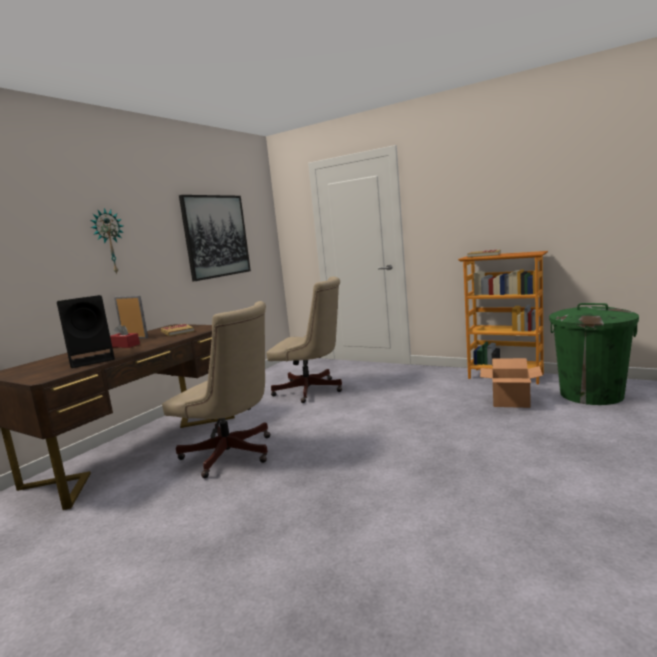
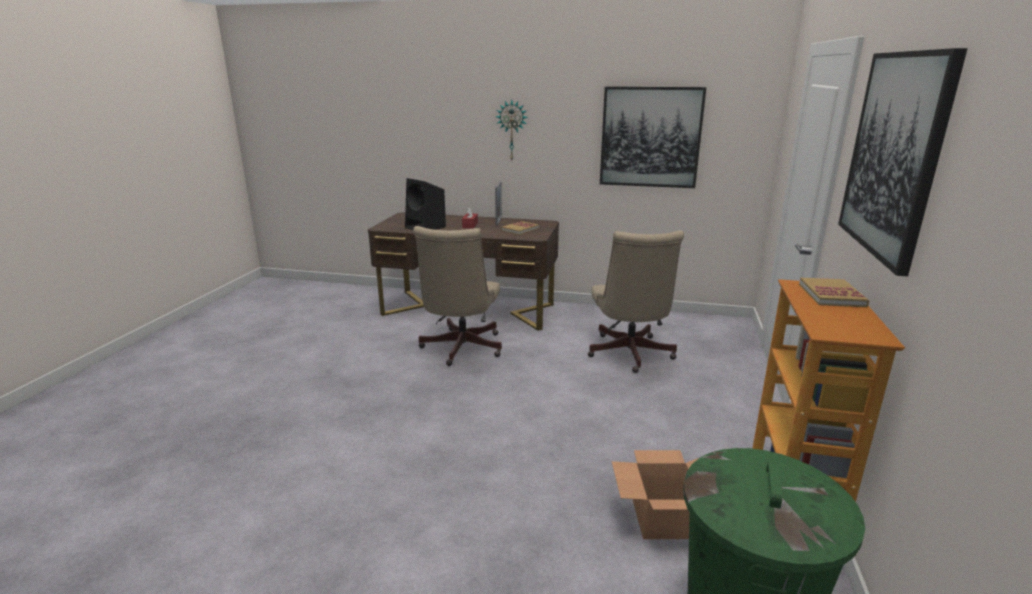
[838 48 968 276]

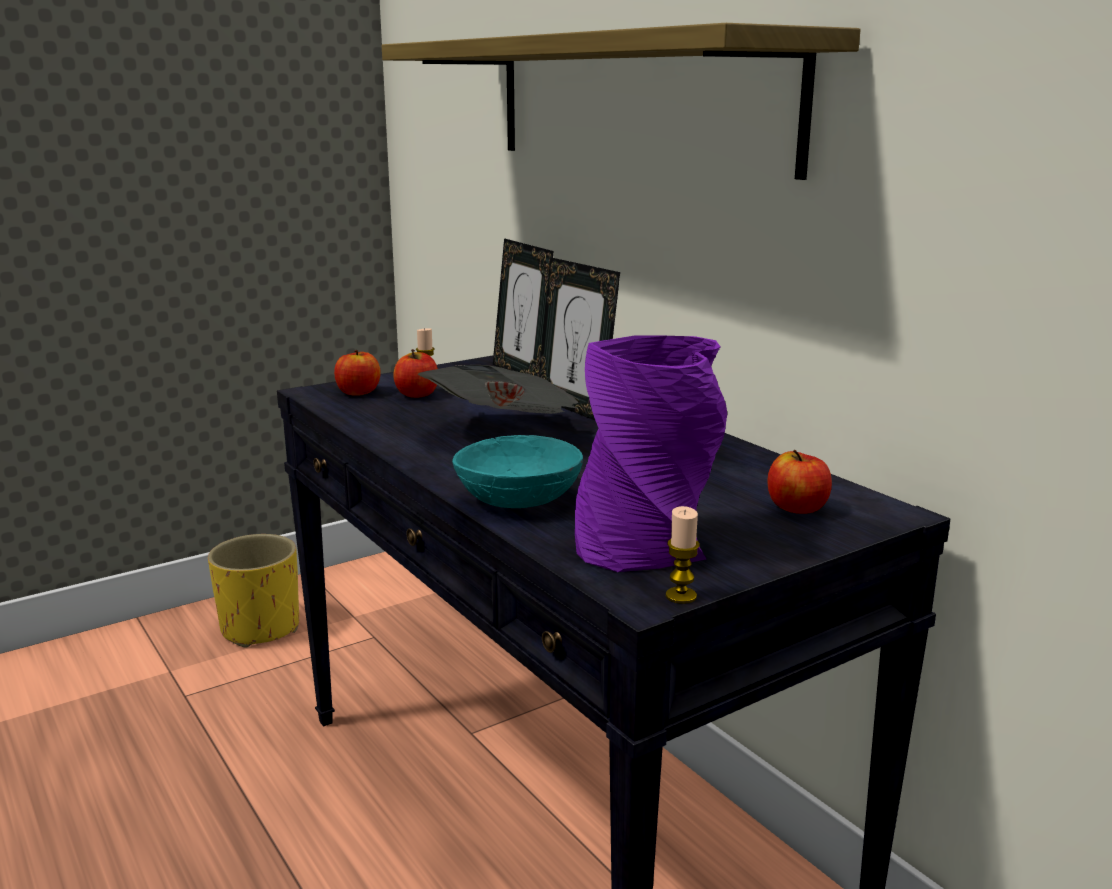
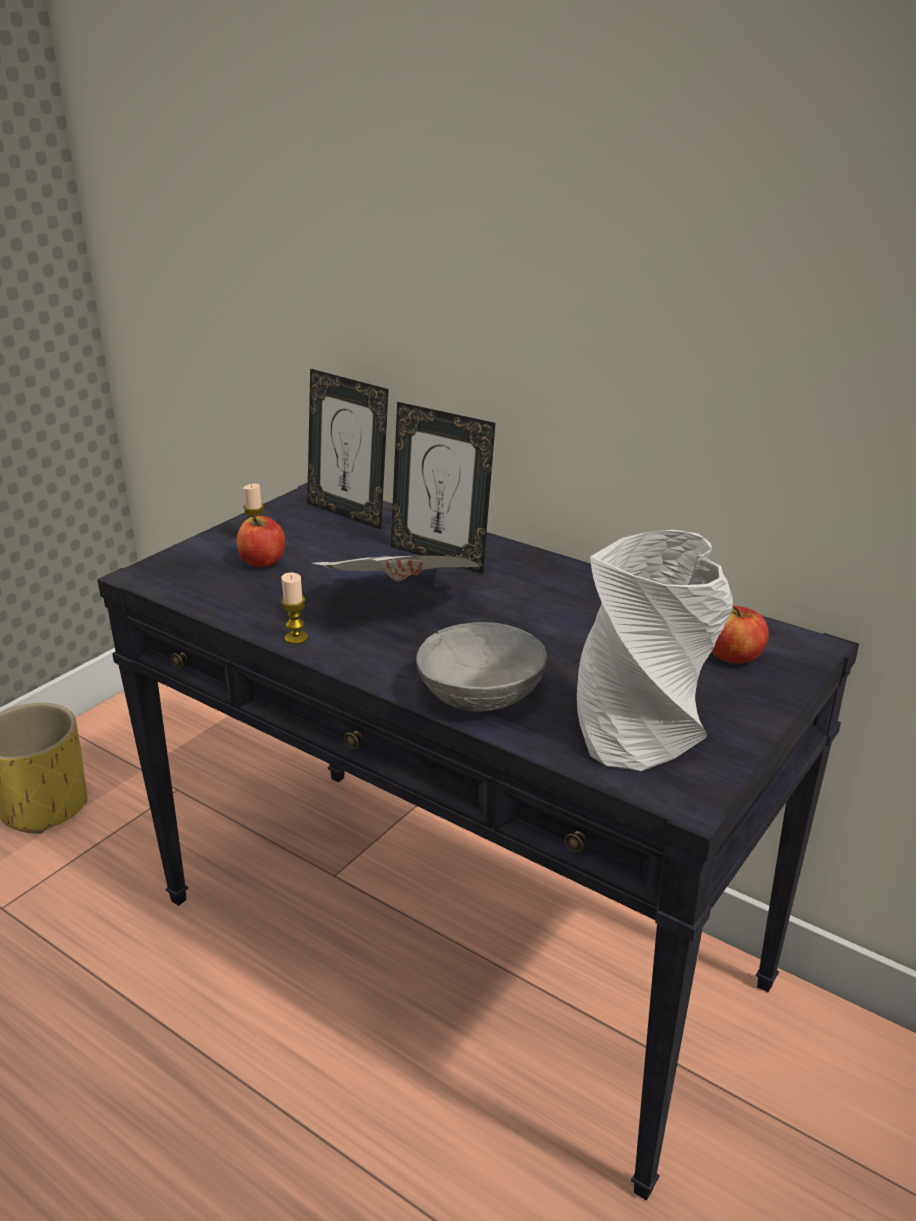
[382 23 860 180] (first image)
[577 530 733 771]
[334 350 381 396] (first image)
[416 622 547 712]
[281 572 308 644]

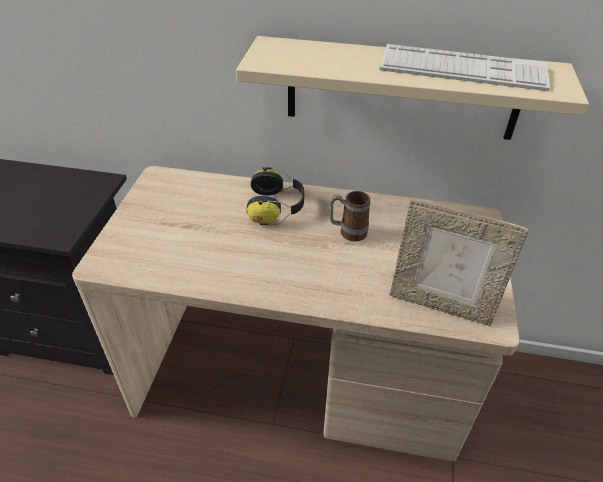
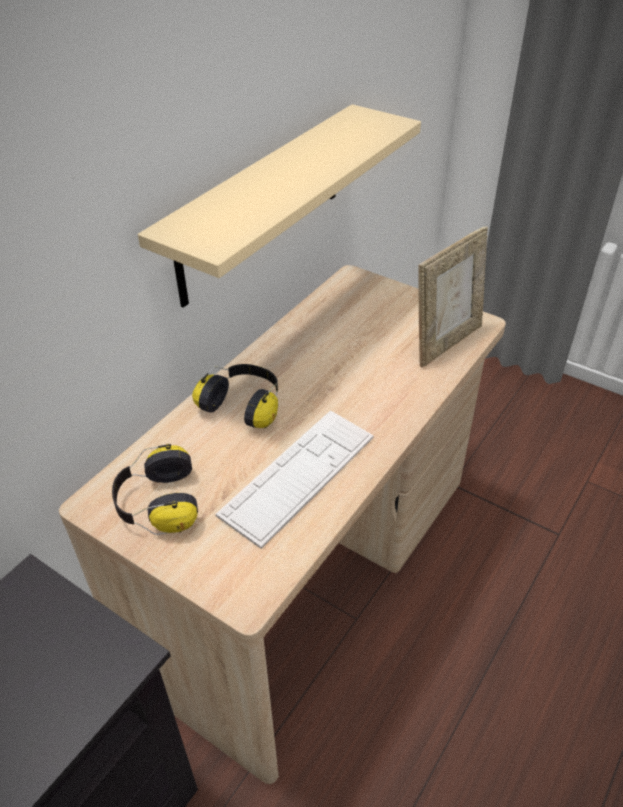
[216 410 374 549]
[330 191 370 242] (first image)
[112 444 198 535]

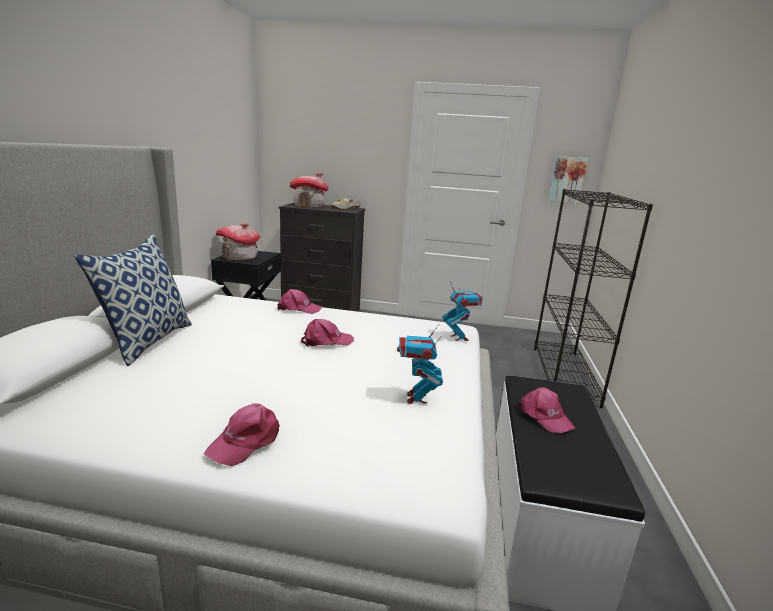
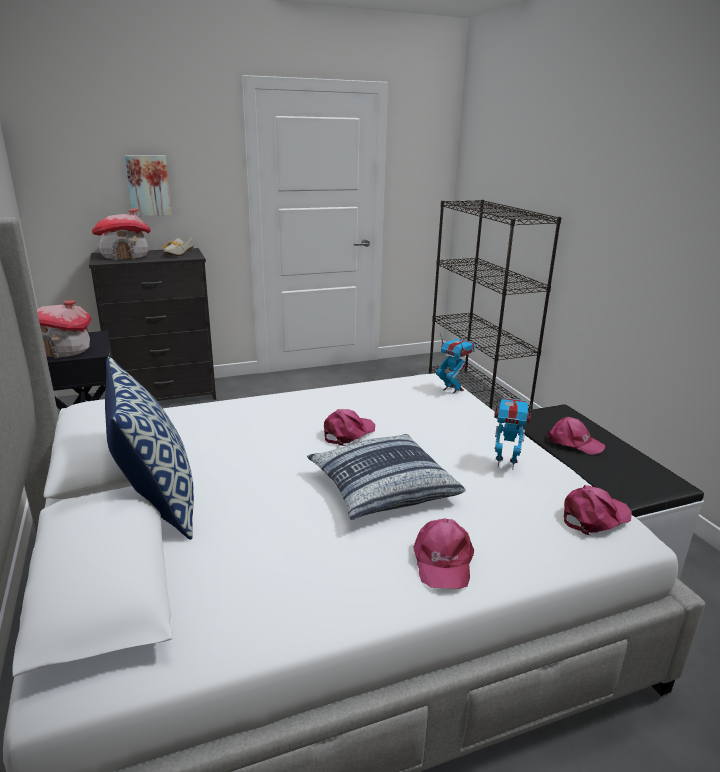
[125 155 172 216]
[564 485 632 536]
[494 398 532 470]
[307 434 466 520]

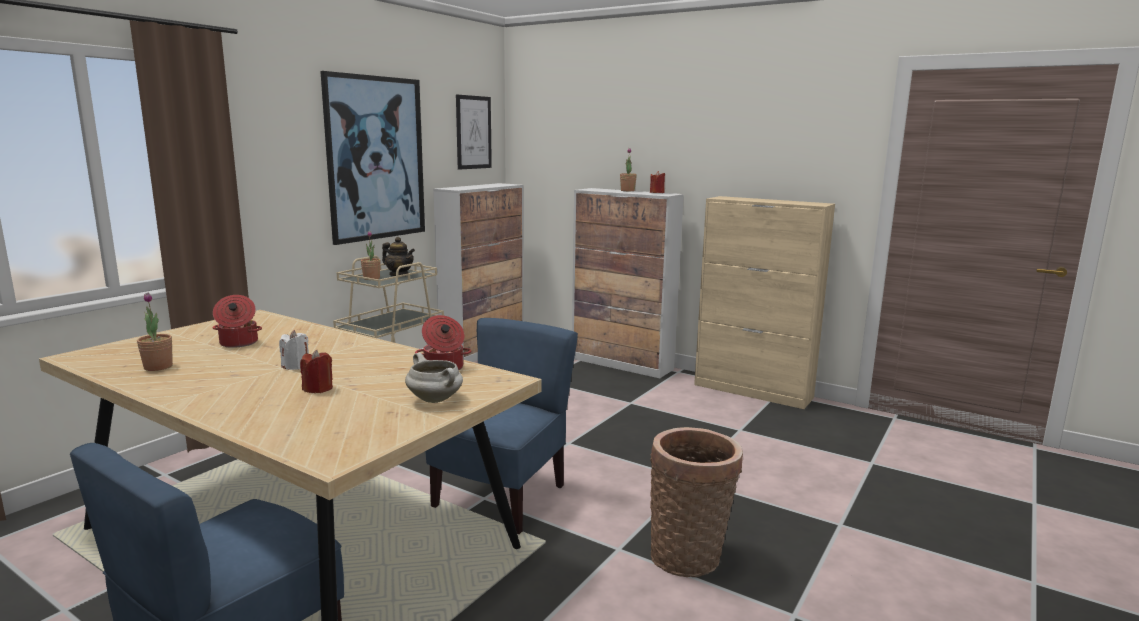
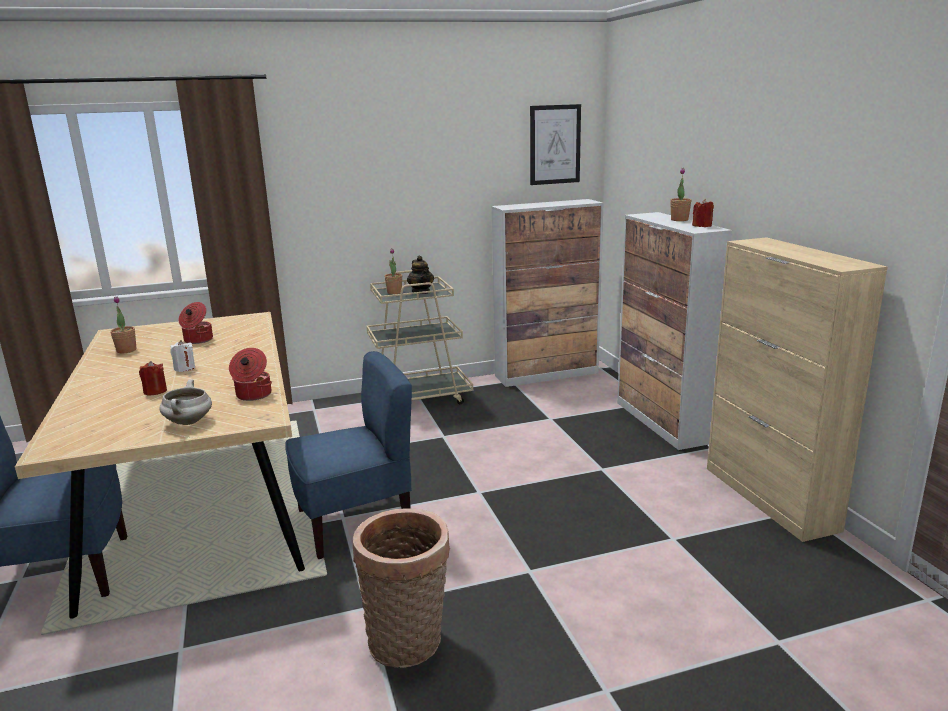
[320 71 425 245] (first image)

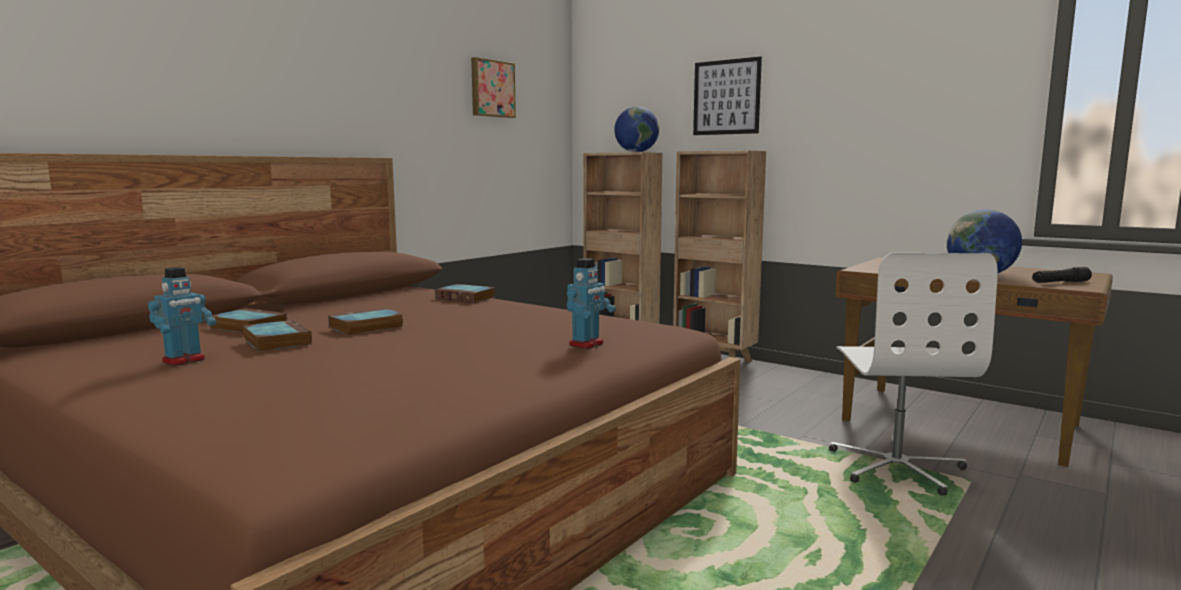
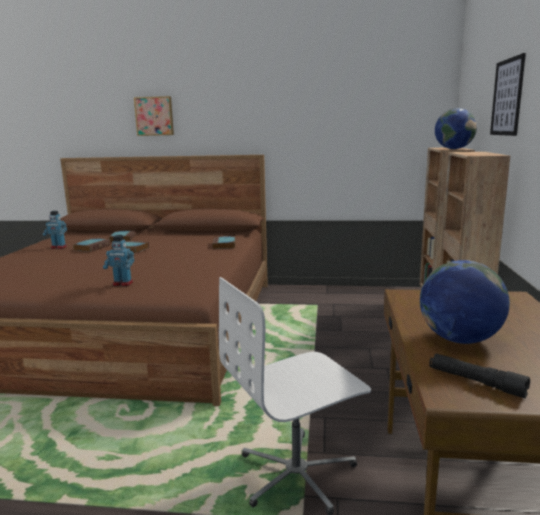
[134 96 174 136]

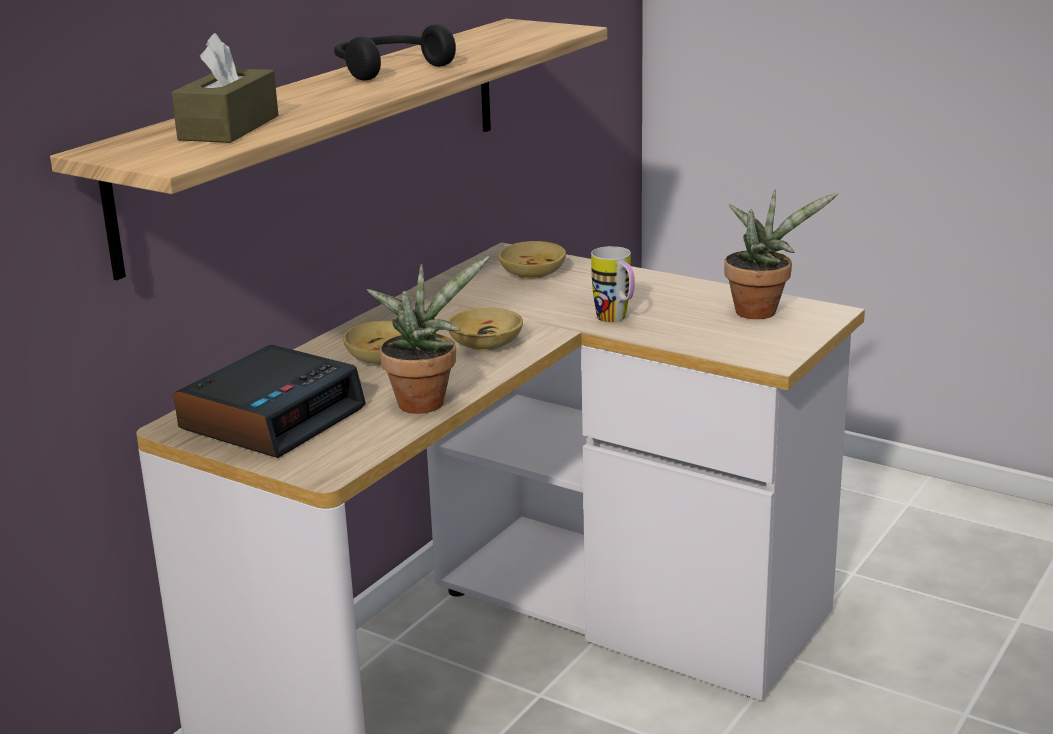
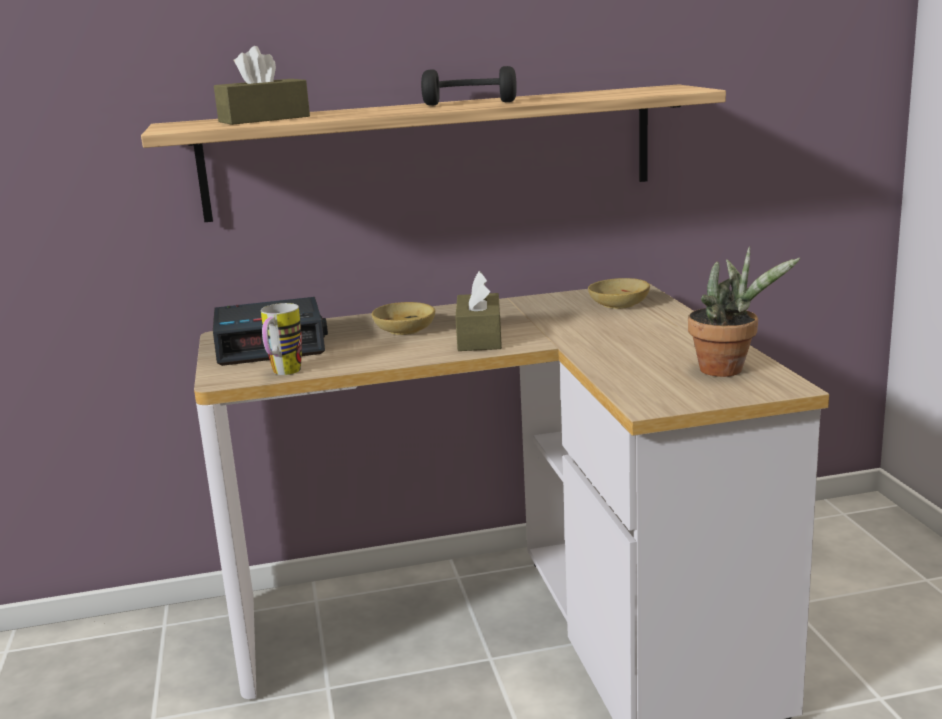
[261 303 302 375]
[367 256 490 414] (first image)
[455 271 502 351]

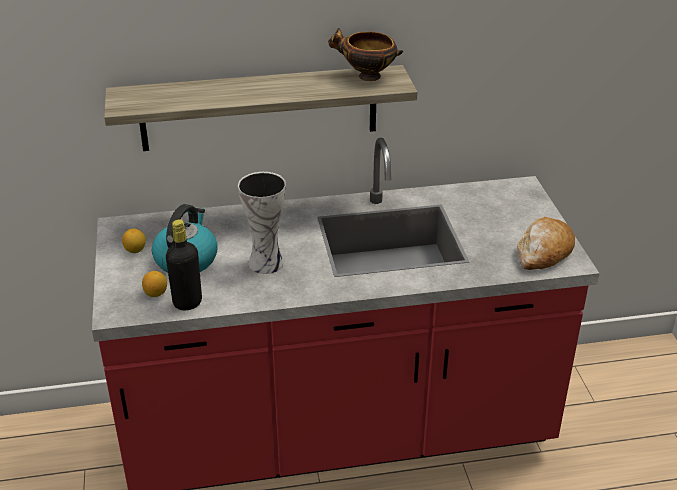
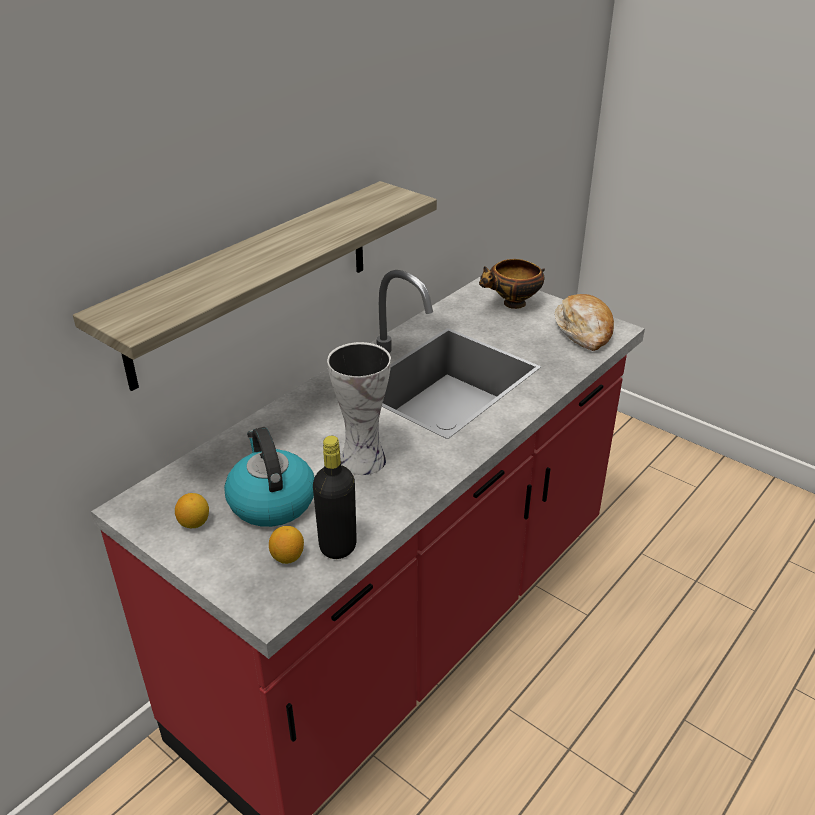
[479 259 545 309]

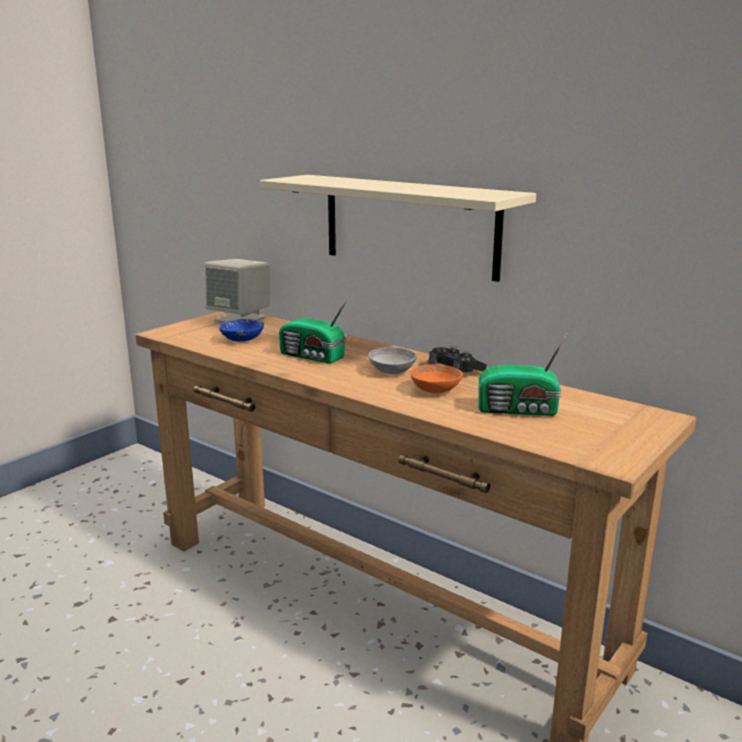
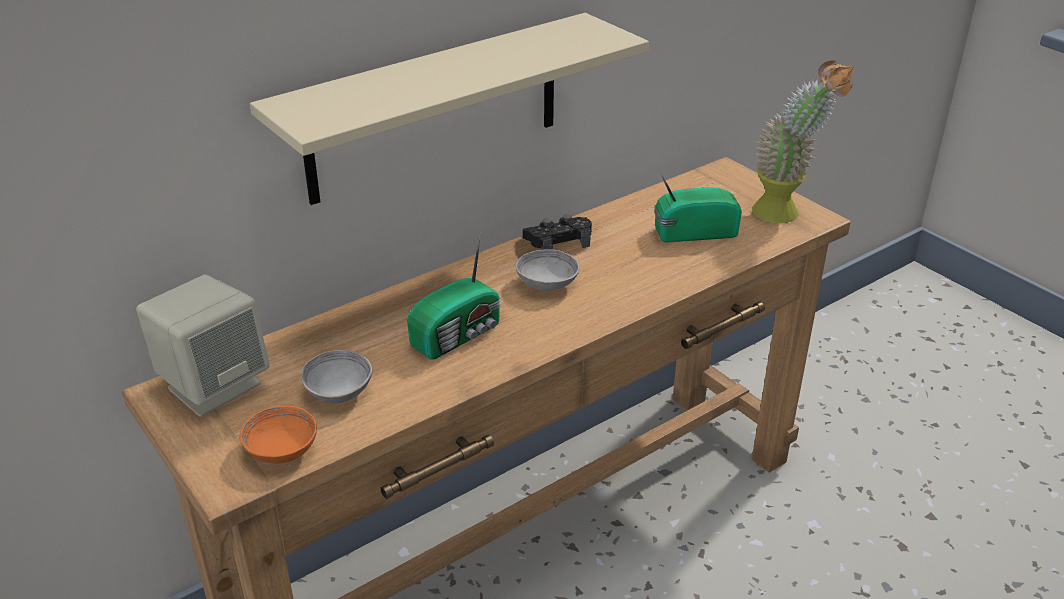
[301 350 373 403]
[654 172 742 243]
[239 406 317 464]
[752 60 853 223]

